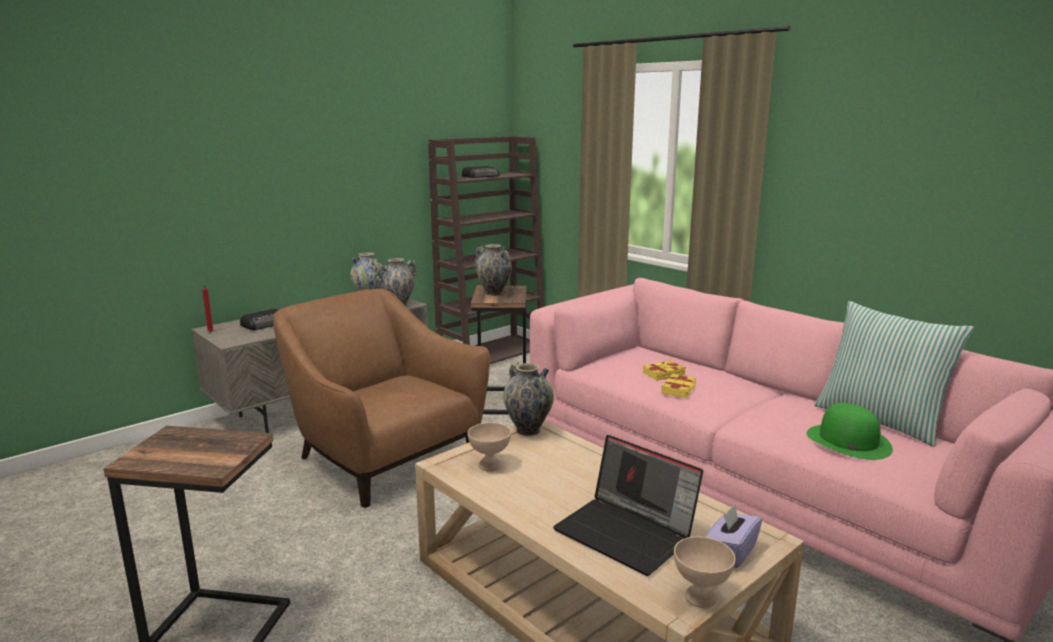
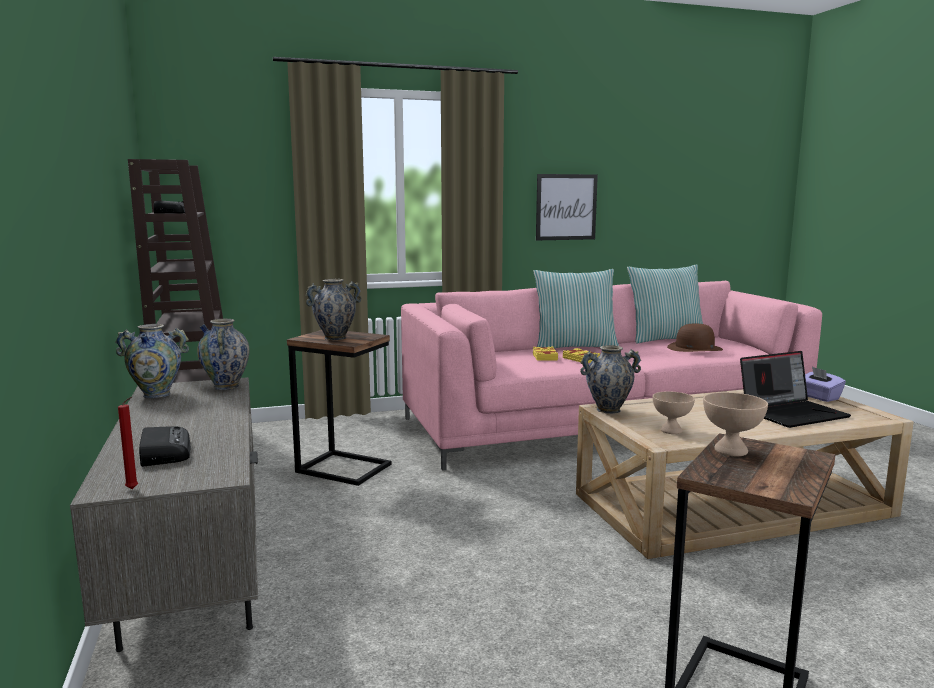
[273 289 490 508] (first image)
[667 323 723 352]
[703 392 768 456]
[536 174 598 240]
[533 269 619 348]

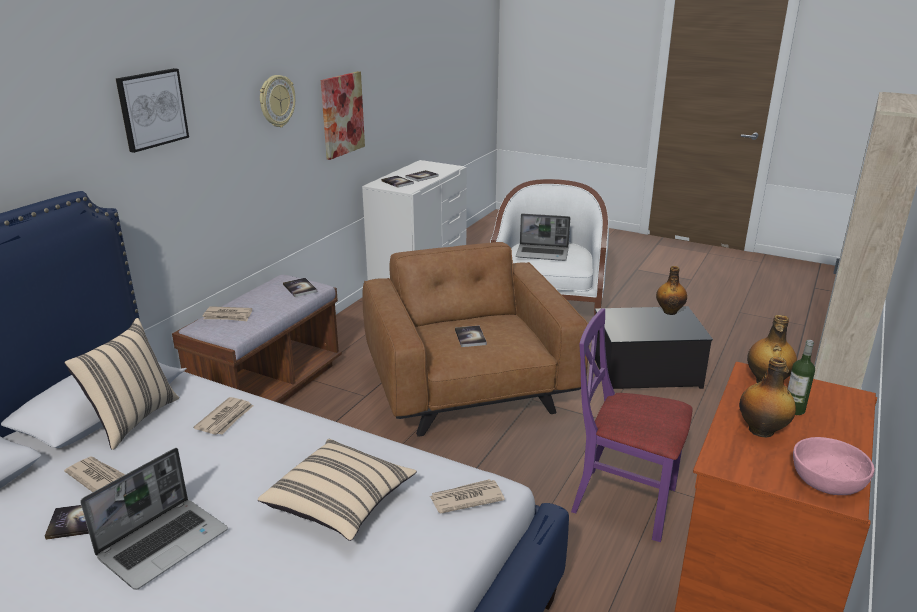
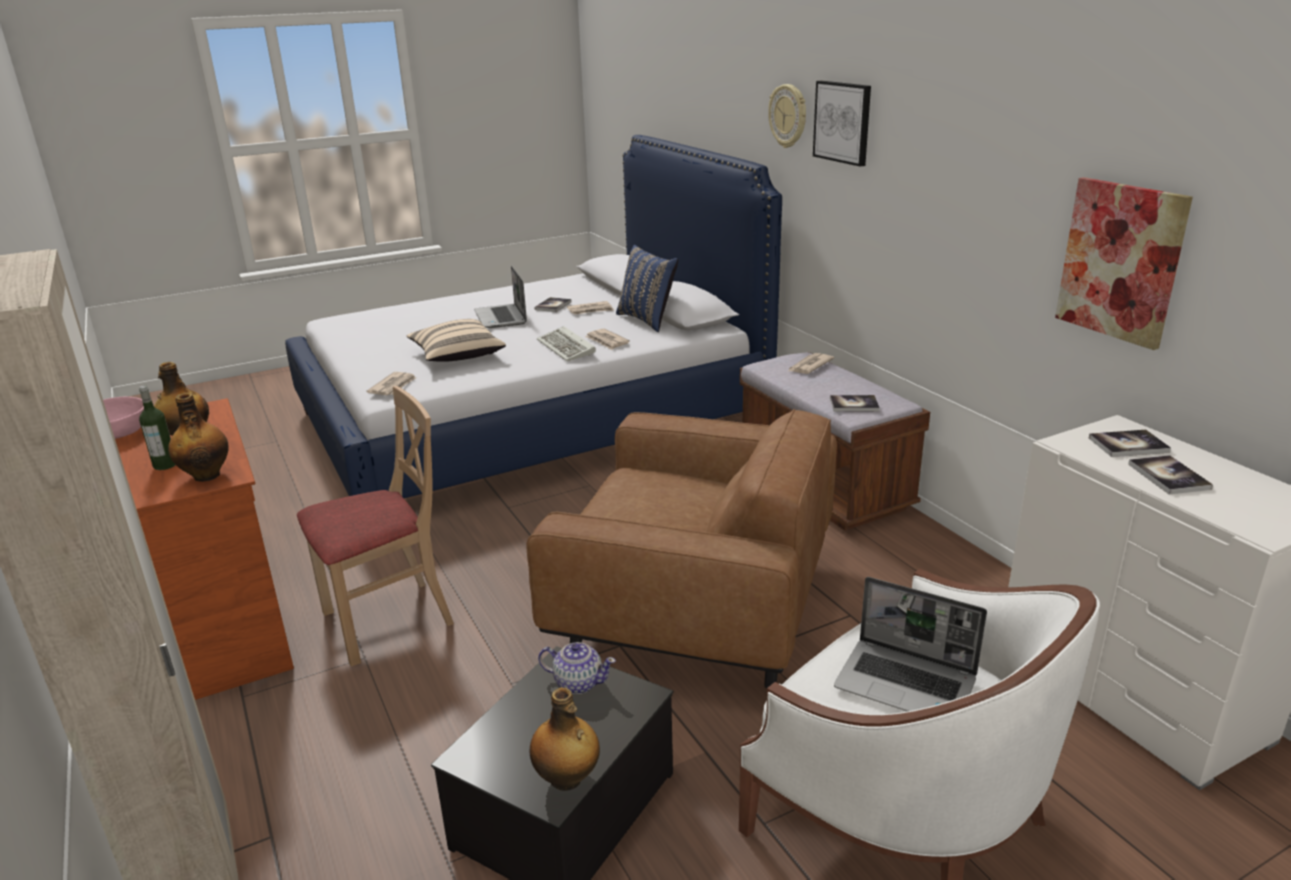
[768 84 806 148]
[834 577 987 711]
[297 386 454 667]
[616 245 678 332]
[455 326 487 347] (first image)
[537 326 596 362]
[538 642 616 694]

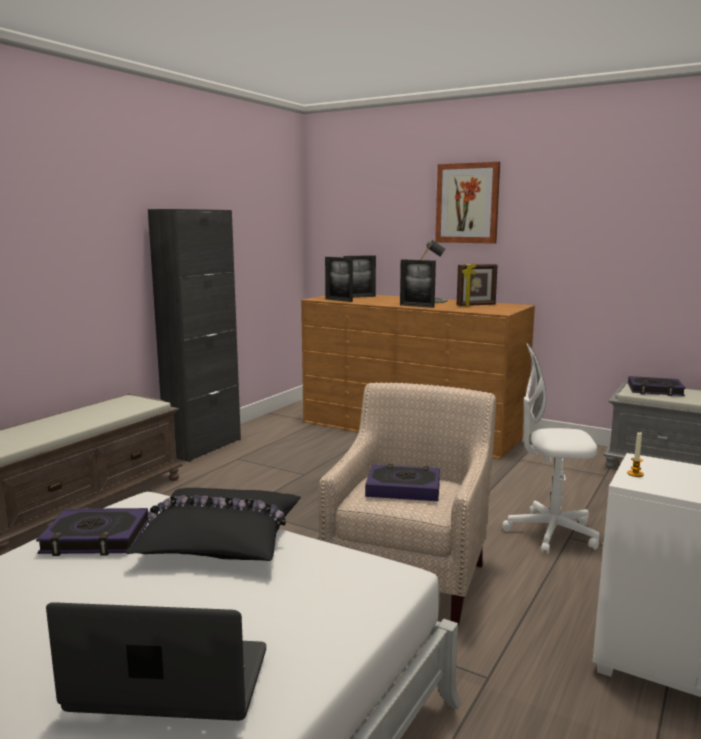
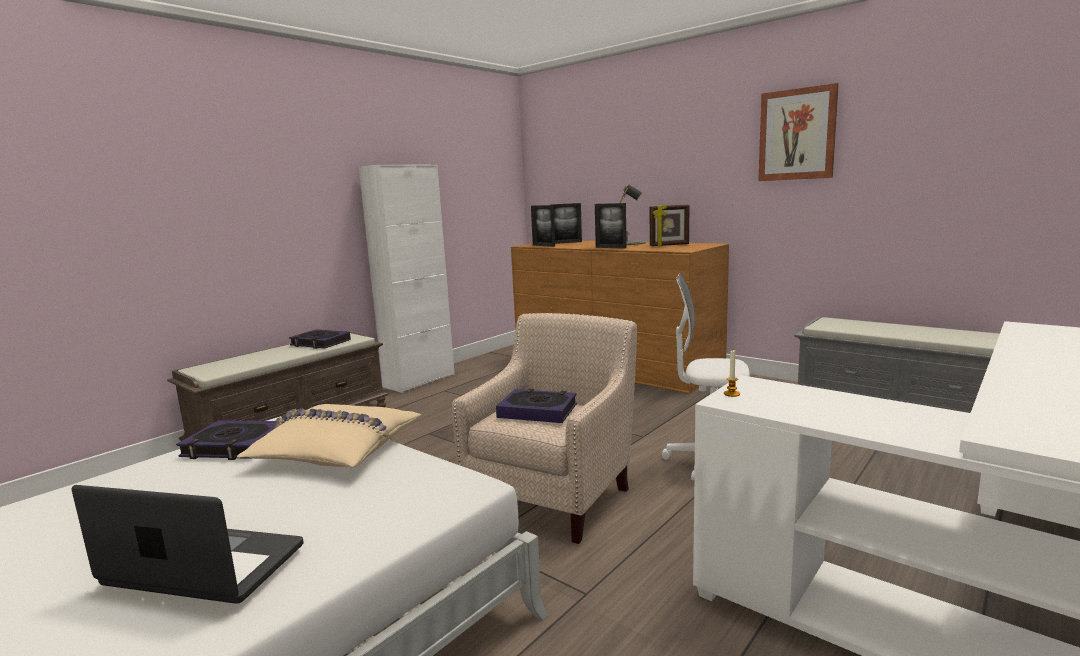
[758 83 839 181]
[359 165 455 393]
[289 329 351 349]
[237 404 422 467]

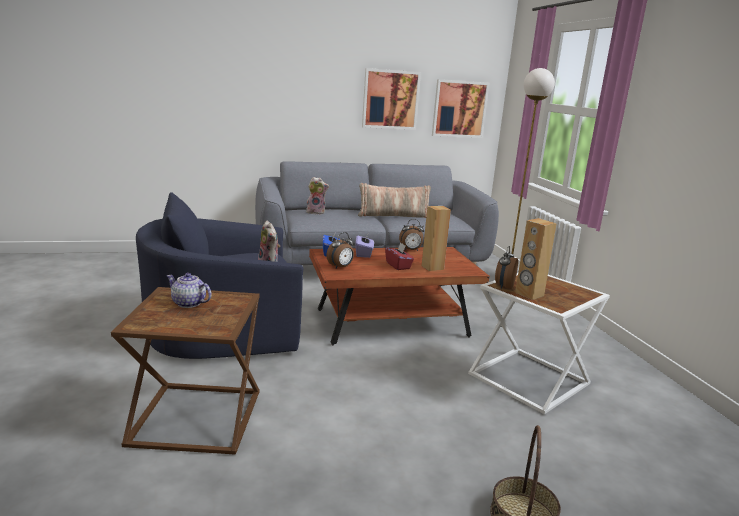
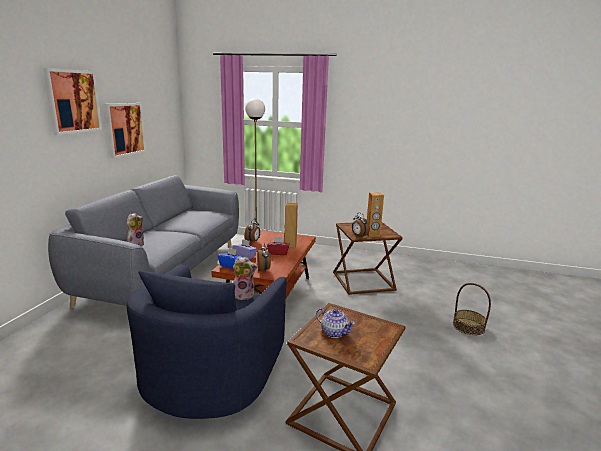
[43 68 102 135]
[358 183 431 218] (first image)
[316 308 356 338]
[333 222 403 295]

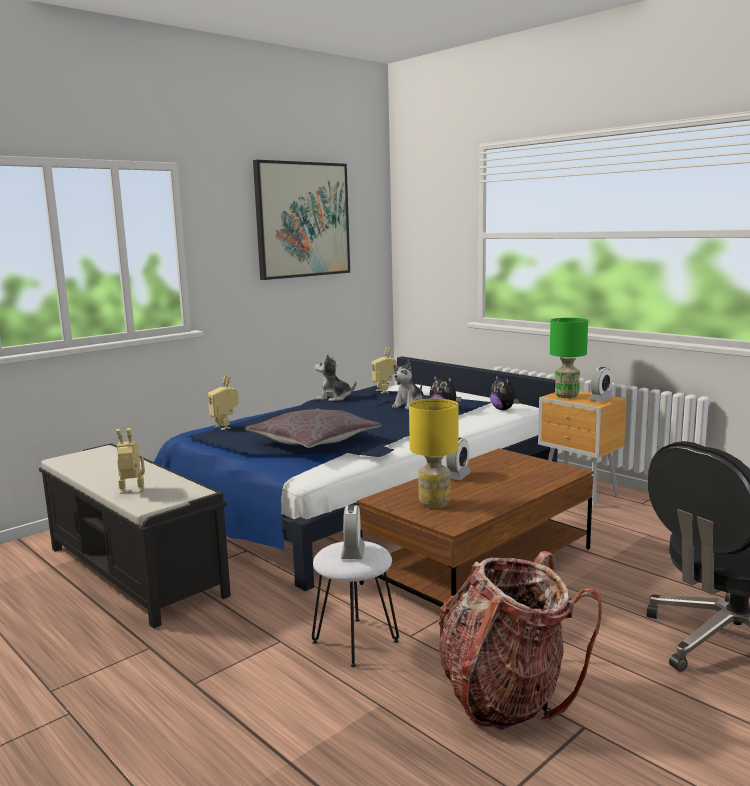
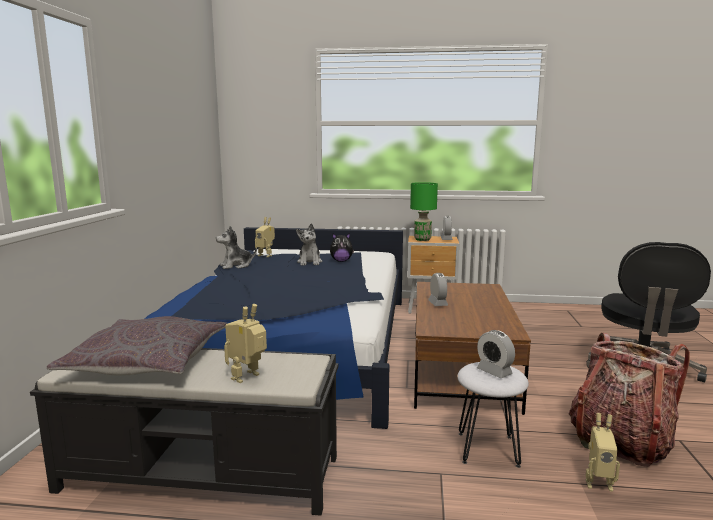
[253 160 350 280] (first image)
[586 413 620 492]
[490 375 519 410] (first image)
[409 398 458 508] (first image)
[47 316 227 376]

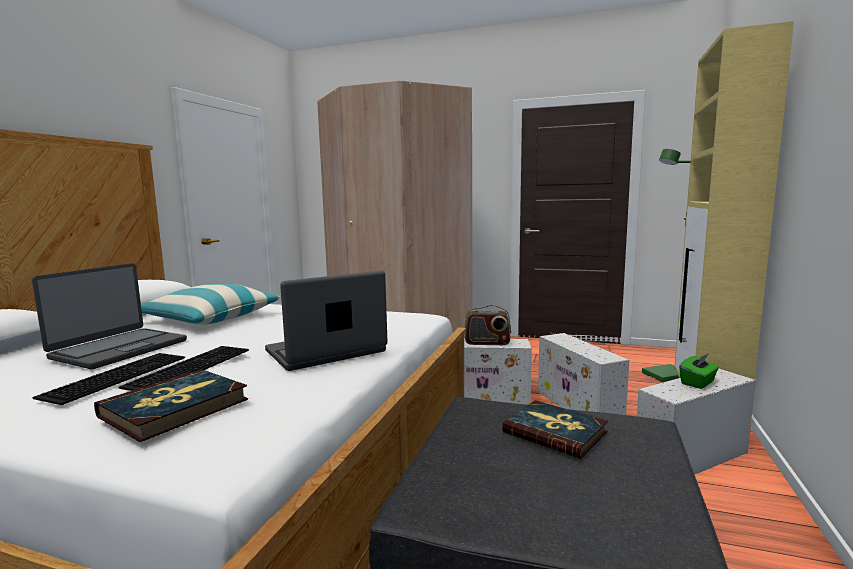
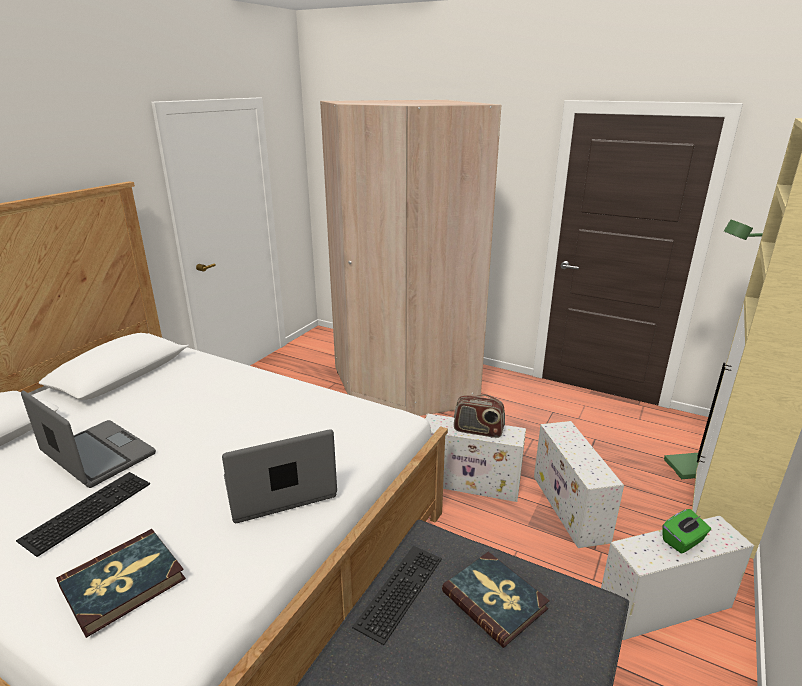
[21 391 156 488]
[141 284 280 324] (first image)
[352 546 442 645]

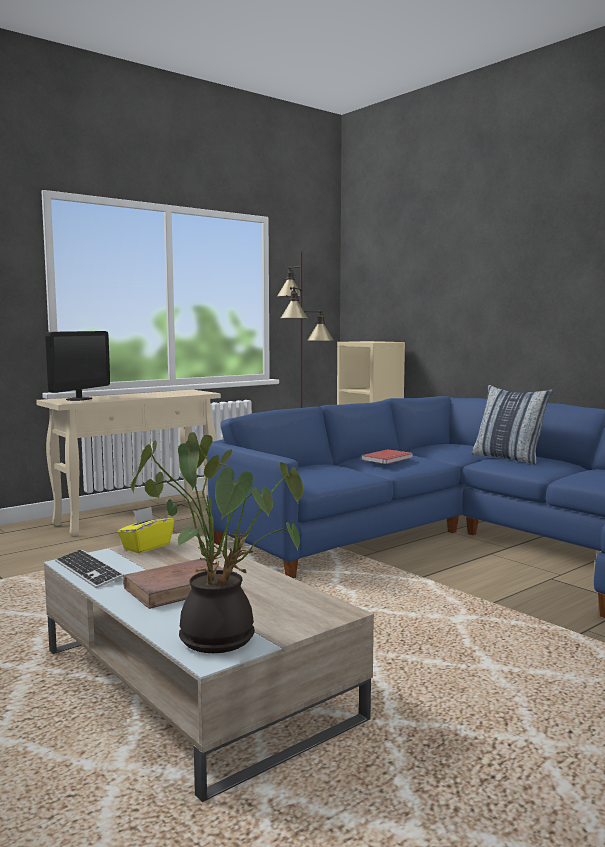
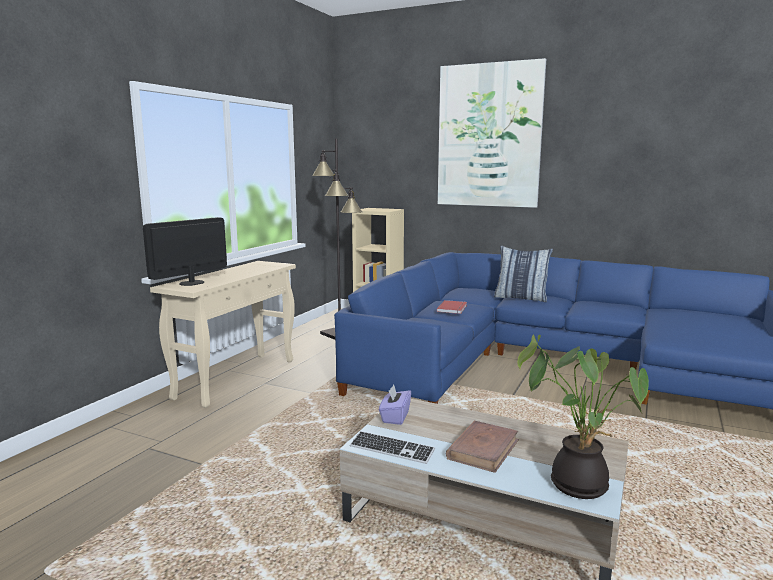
[143 217 227 286]
[379 385 411 425]
[438 58 546 208]

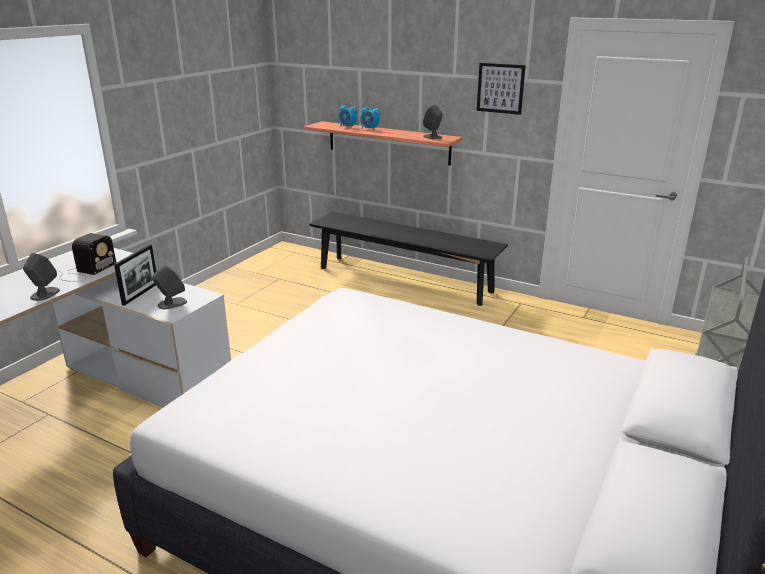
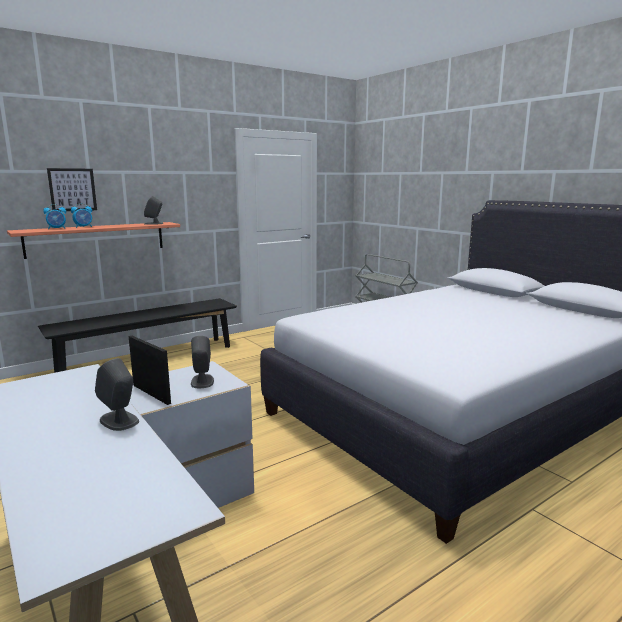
[47 168 97 211]
[59 233 116 282] (first image)

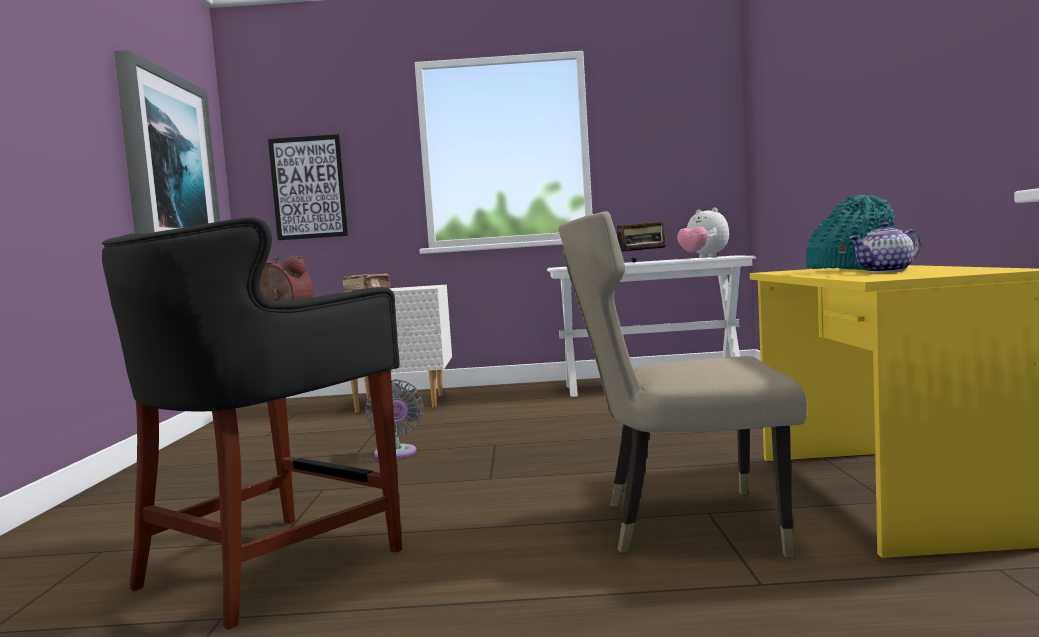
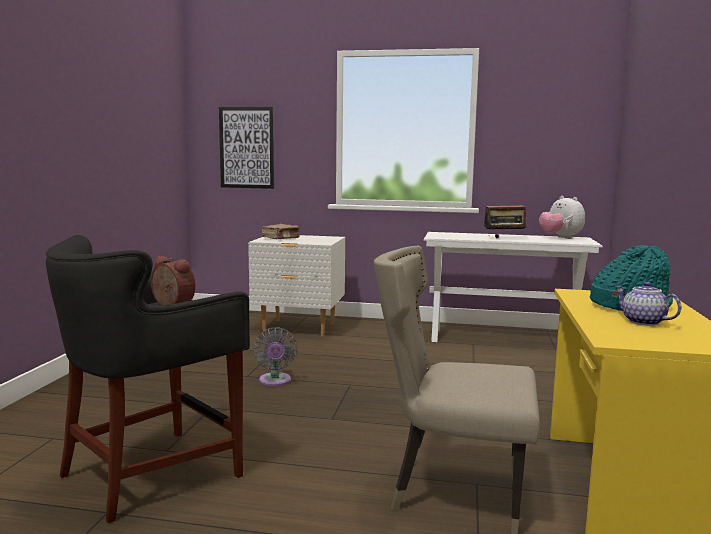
[114 50 220 234] (first image)
[615 282 681 326]

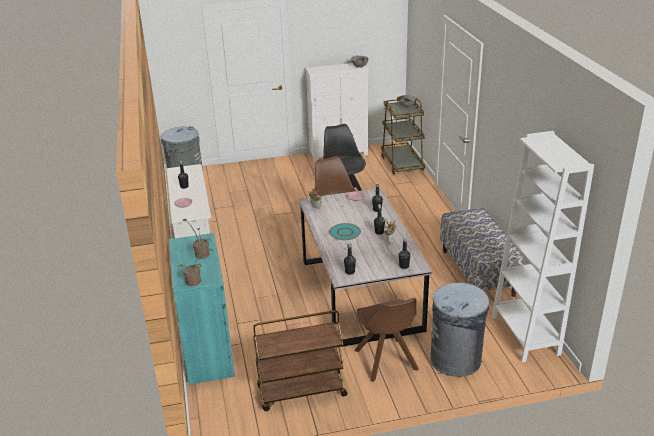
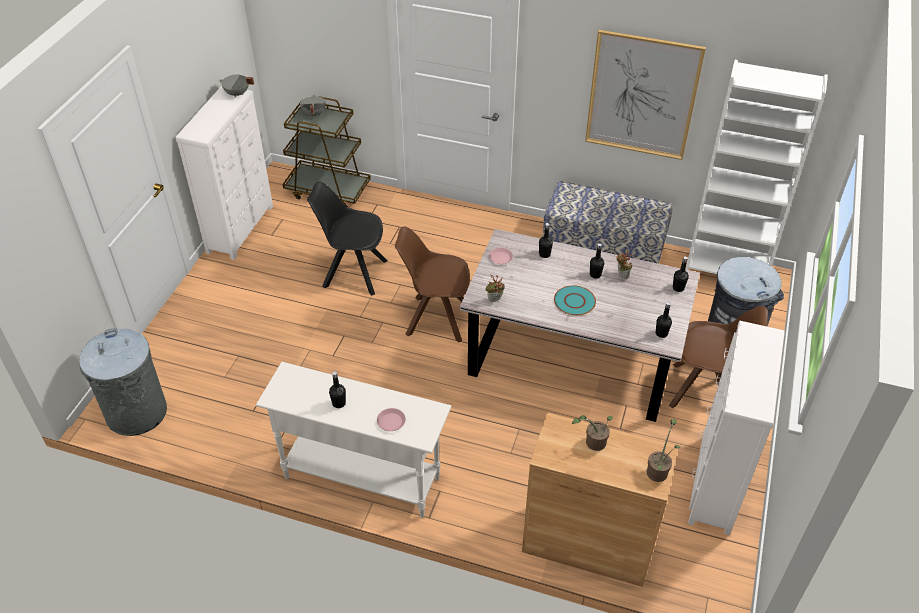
[522 412 678 587]
[688 321 785 535]
[585 30 706 160]

